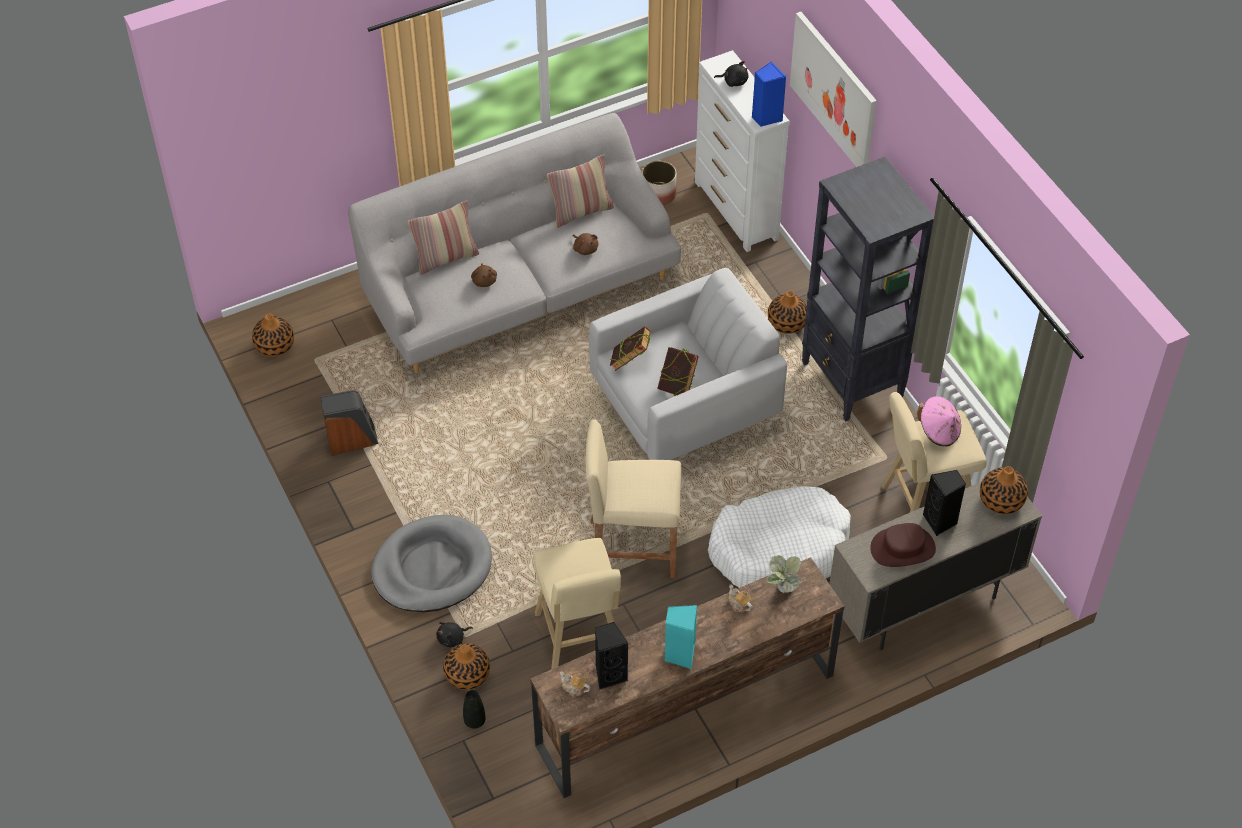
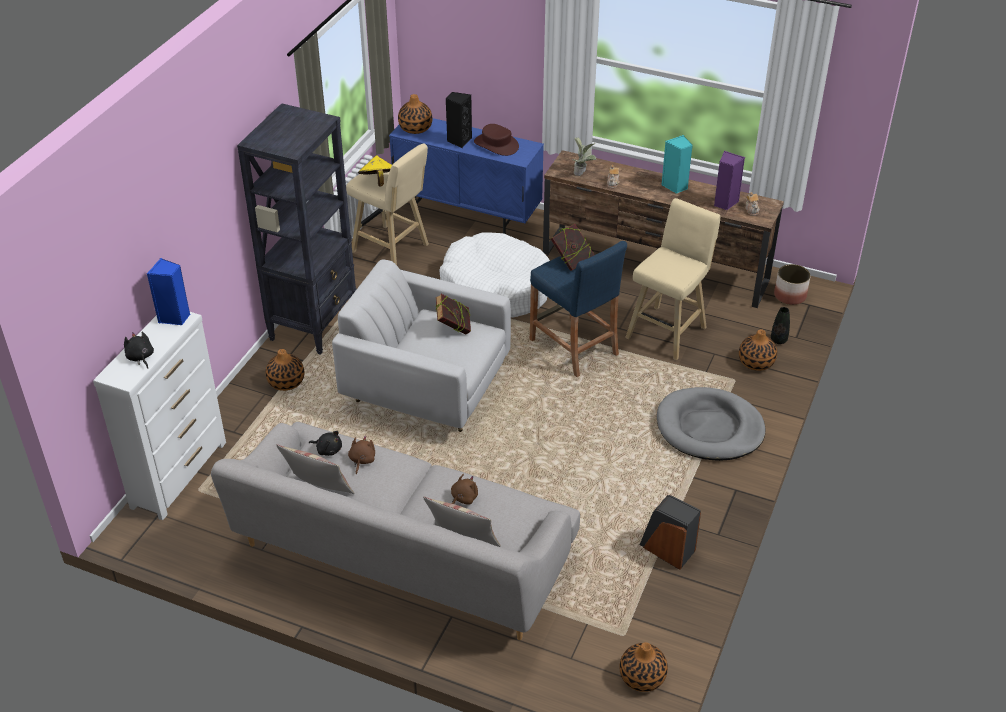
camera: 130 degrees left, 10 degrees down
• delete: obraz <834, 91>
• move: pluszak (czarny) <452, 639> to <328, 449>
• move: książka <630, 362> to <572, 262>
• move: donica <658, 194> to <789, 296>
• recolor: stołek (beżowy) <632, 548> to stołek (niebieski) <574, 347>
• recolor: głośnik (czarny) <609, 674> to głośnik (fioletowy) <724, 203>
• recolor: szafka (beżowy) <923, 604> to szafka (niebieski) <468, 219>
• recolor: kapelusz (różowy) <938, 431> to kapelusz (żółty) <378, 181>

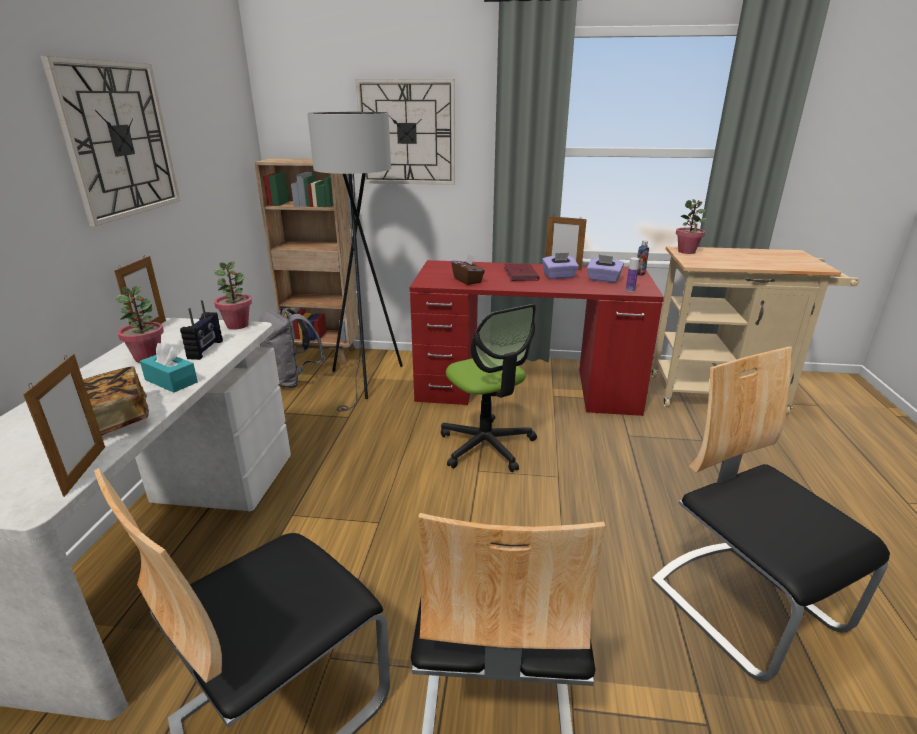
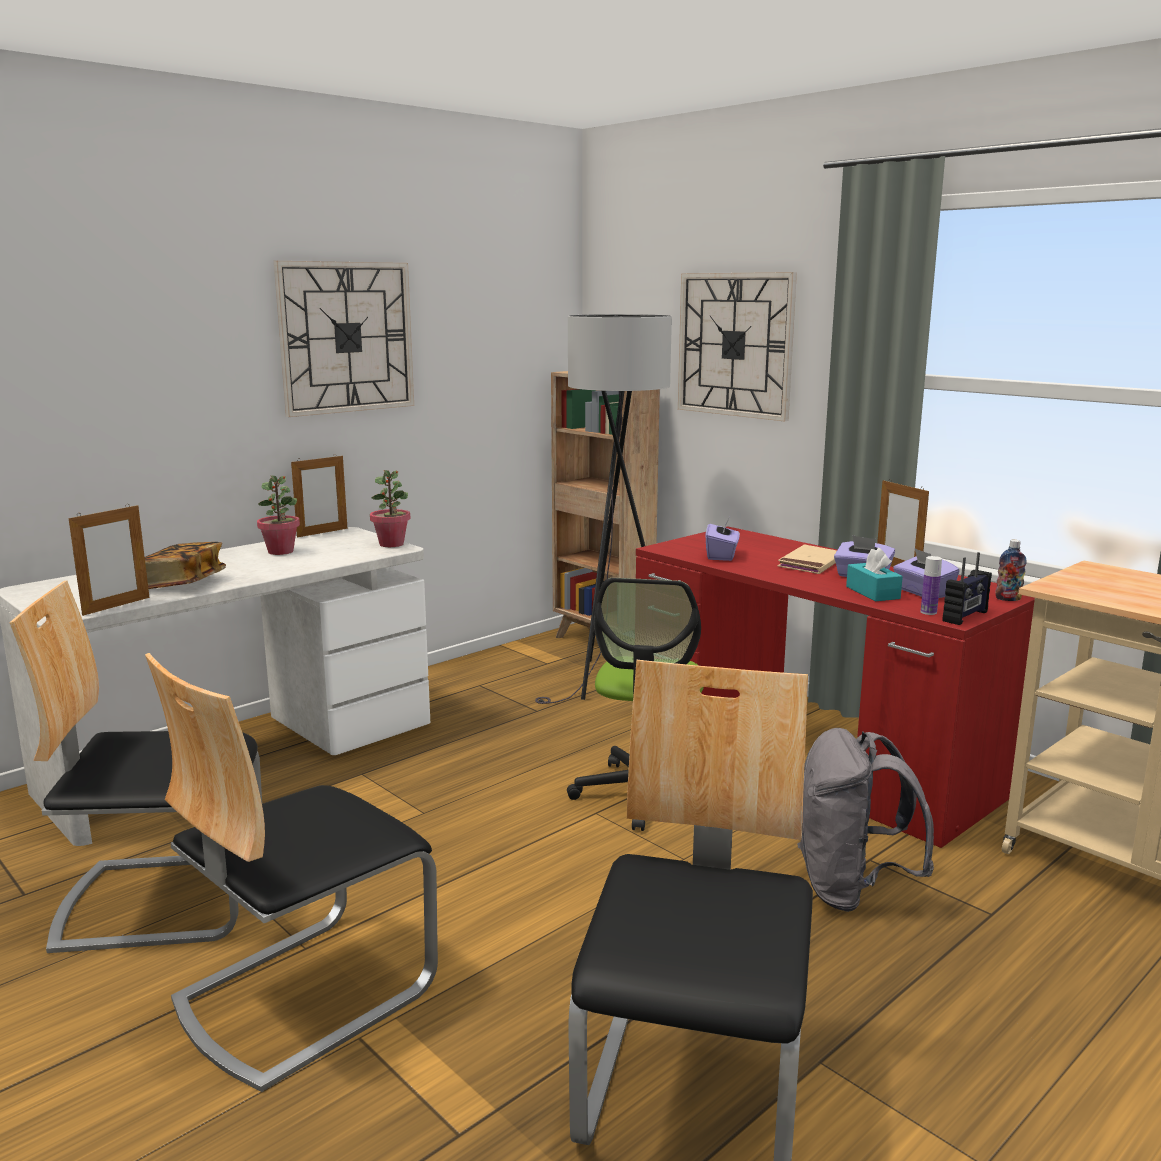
camera: 40 degrees right, 10 degrees down
• delete: roślina doniczkowa <686, 251>
• move: pudełko chusteczek (turkusowy) <171, 381> to <872, 592>
• move: radio <206, 349> to <966, 616>
• move: plecak (szary) <292, 380> to <851, 889>
• recolor: pudełko chusteczek (brązowy) <468, 280> to pudełko chusteczek (fioletowy) <722, 555>
• recolor: książka (czerwony) <520, 274> to książka (beżowy) <811, 563>

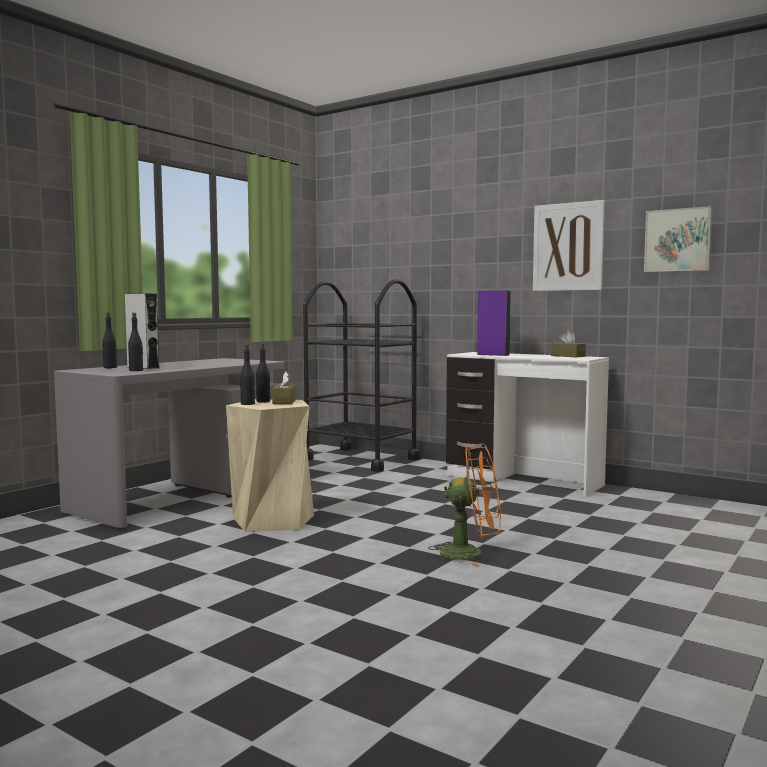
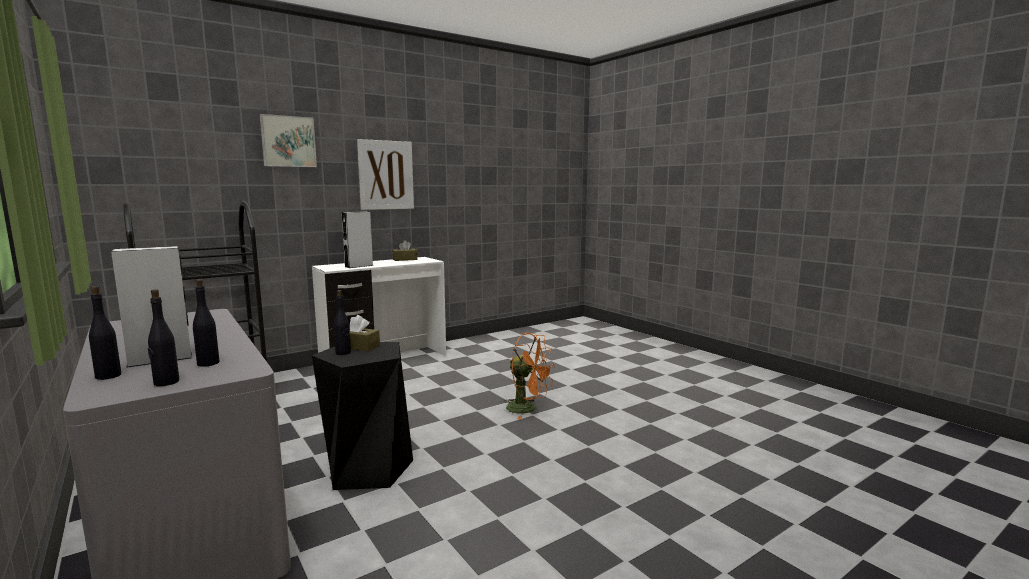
camera: 70 degrees left, 5 degrees up
• move: butelka (czarny) <247, 404> to <166, 382>
• move: obraz <678, 240> to <288, 141>
• recolor: stołek (beżowy) <273, 520> to stołek (czarny) <368, 469>
• recolor: głośnik (fioletowy) <493, 355> to głośnik (szary) <359, 266>
• rotate: wentylator (pomarańczowy) <470, 553> = <528, 409> 90 degrees clockwise

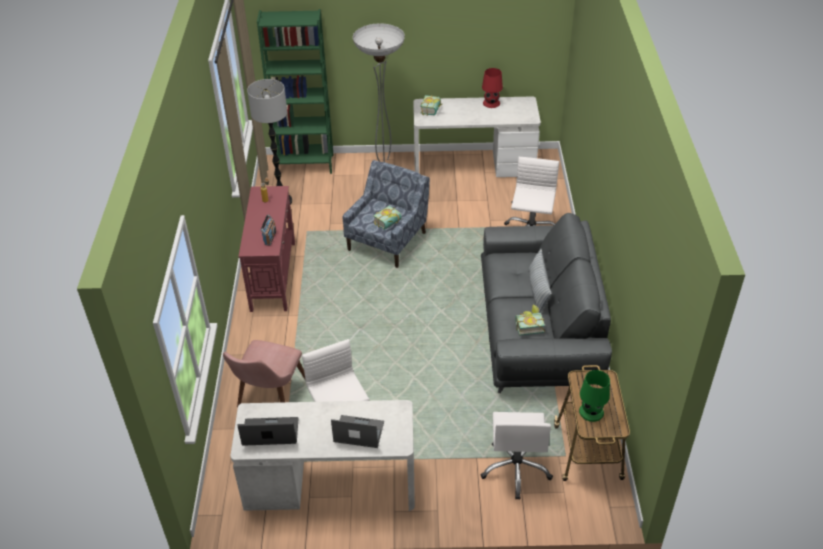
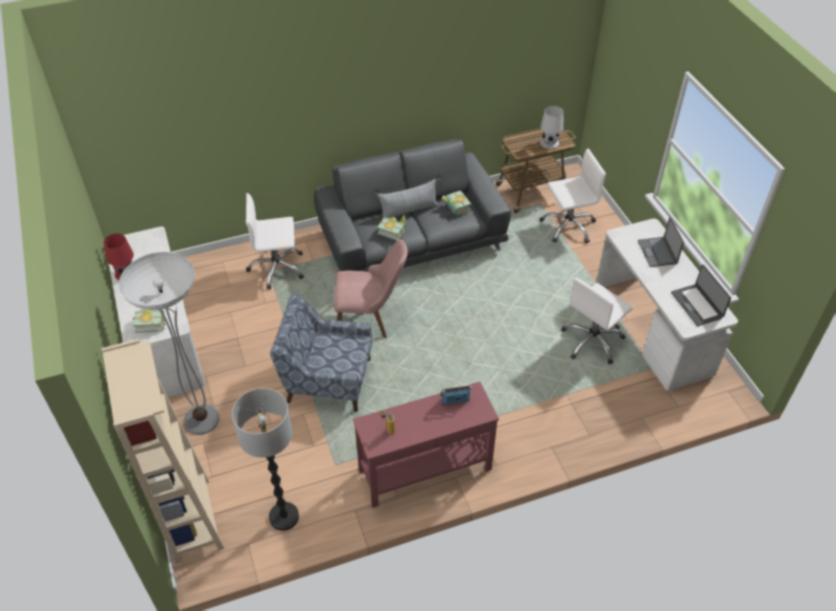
camera: 110 degrees left, 5 degrees up
• move: krzesło (różowy) <268, 400> to <370, 319>
• move: książka <389, 224> to <393, 231>
• recolor: regał (zielony) <305, 164> to regał (beżowy) <192, 520>
• recolor: lampa stołowa (zielony) <591, 411> to lampa stołowa (biały) <549, 143>

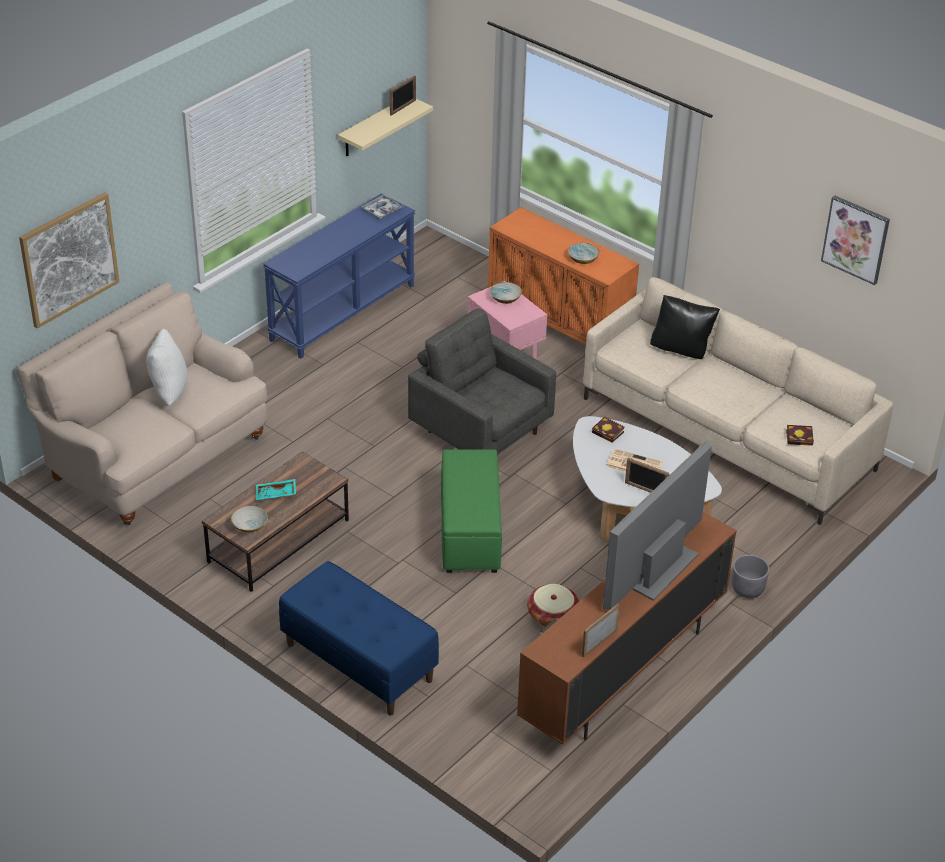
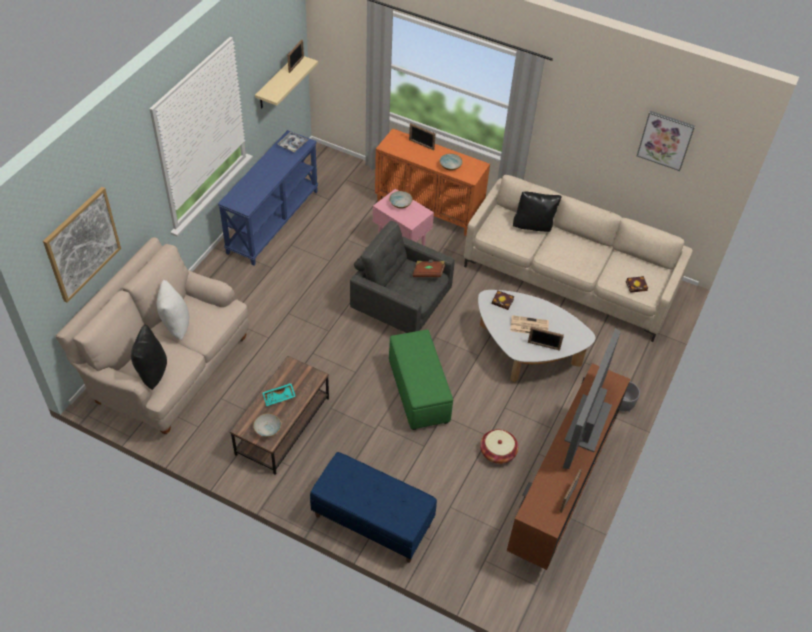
camera: 15 degrees left, 10 degrees up
• insert: poduszka (czarny) <152, 372>
• insert: ramka na zdjęcie <421, 145>
• insert: książka (brązowy) <428, 273>

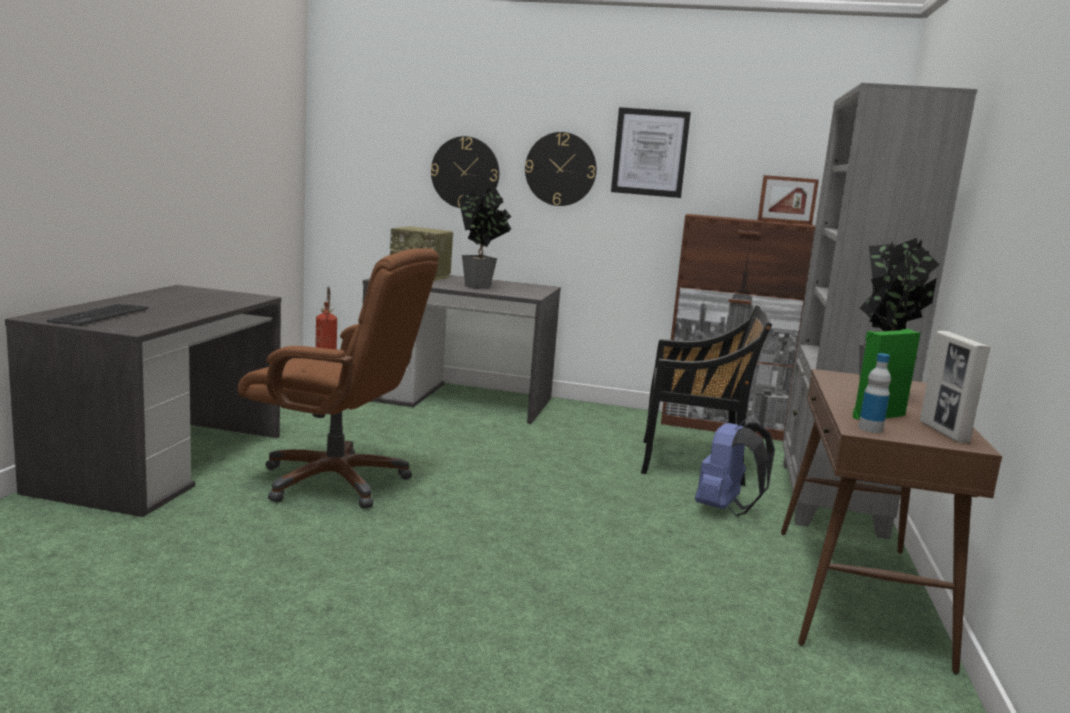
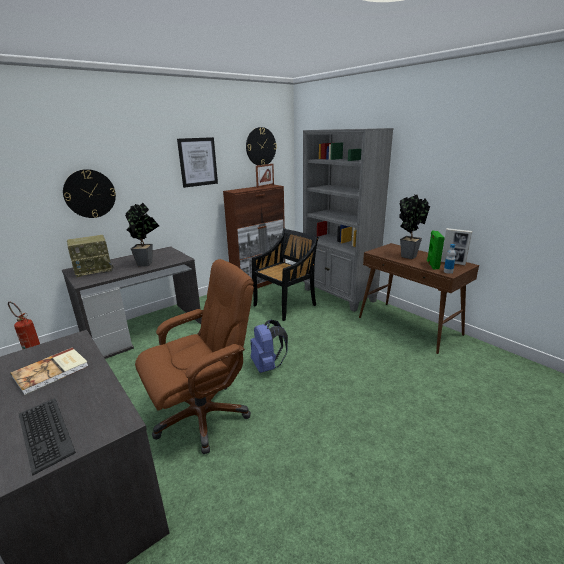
camera: 50 degrees left, 10 degrees up
• insert: książka <52, 371>
• move: zegar ścienny <560, 169> to <261, 146>
• move: plecak (niebieski) <725, 509> to <268, 366>

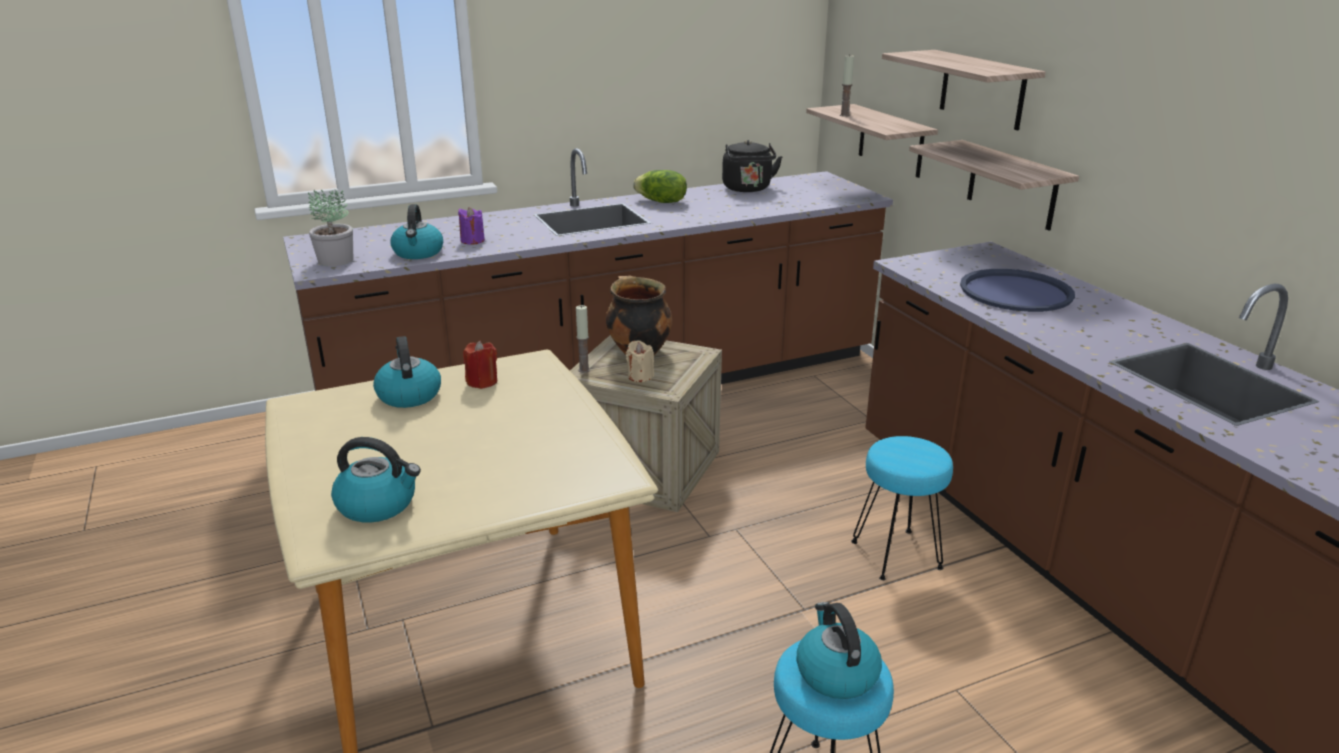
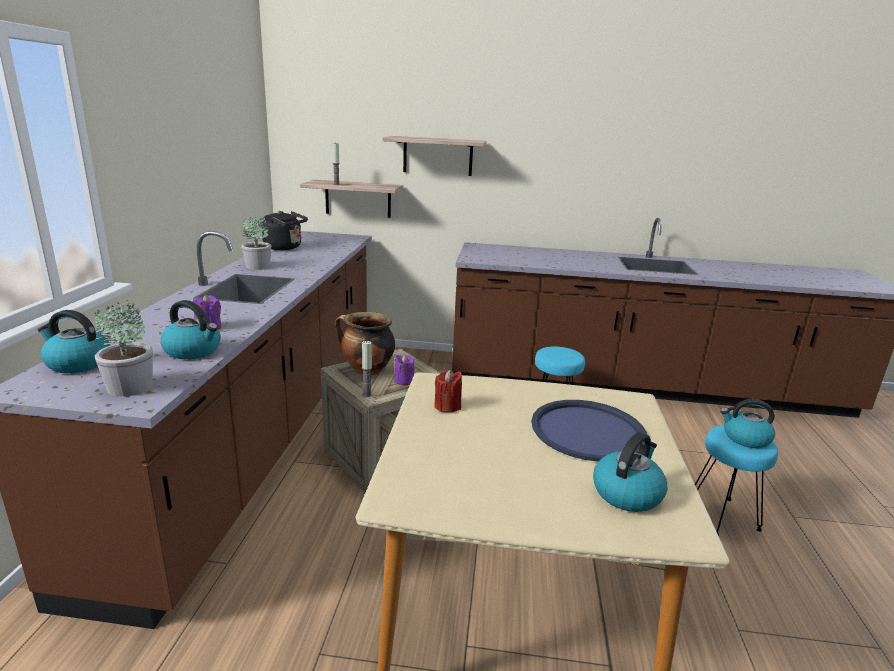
camera: 60 degrees left, 5 degrees down
• delete: półka <1012, 185>
• move: czajnik <408, 395> to <77, 363>
• move: taca (niebieski) <1016, 292> to <588, 431>
• replace: sałata <661, 202> to roślina doniczkowa <258, 266>
• recolor: świeca (beżowy) <640, 376> to świeca (fioletowy) <403, 381>

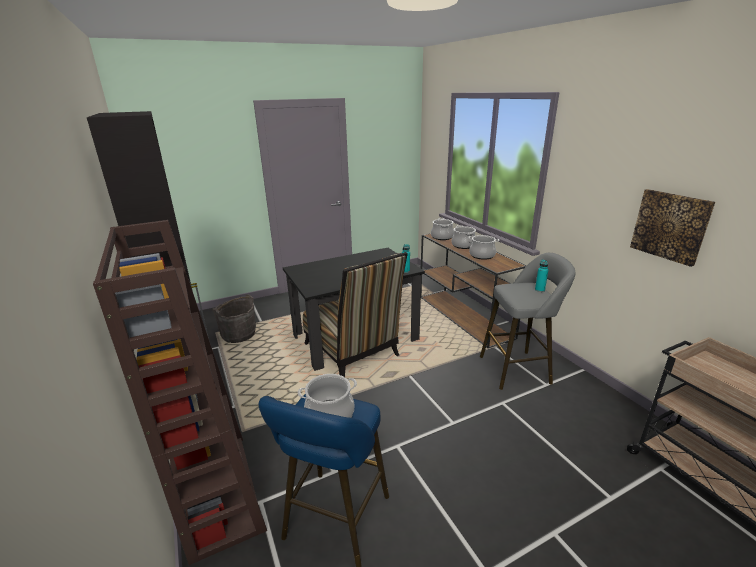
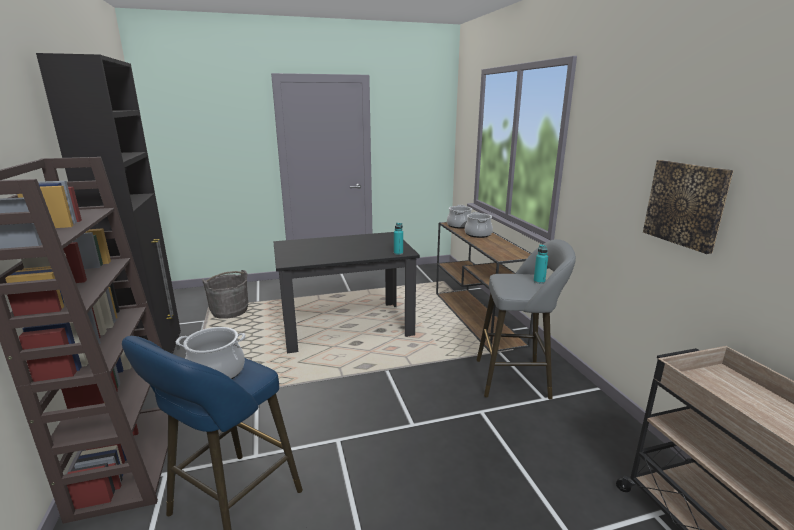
camera: 10 degrees right, 5 degrees down
• delete: krzesło <354, 353>
• delete: garnek <482, 255>

